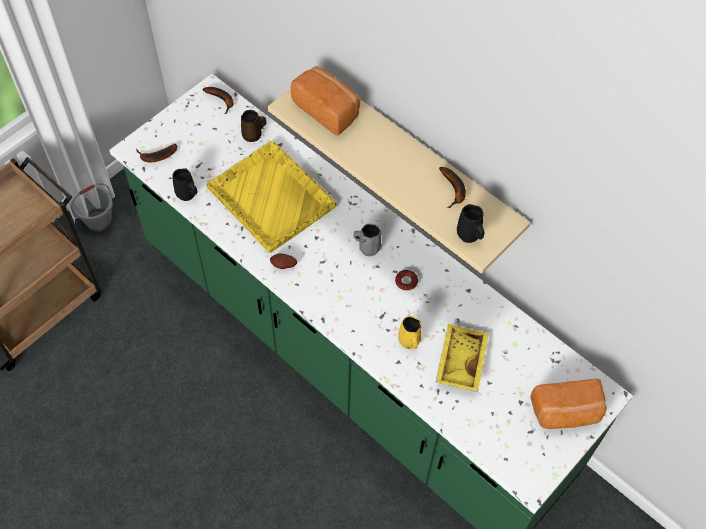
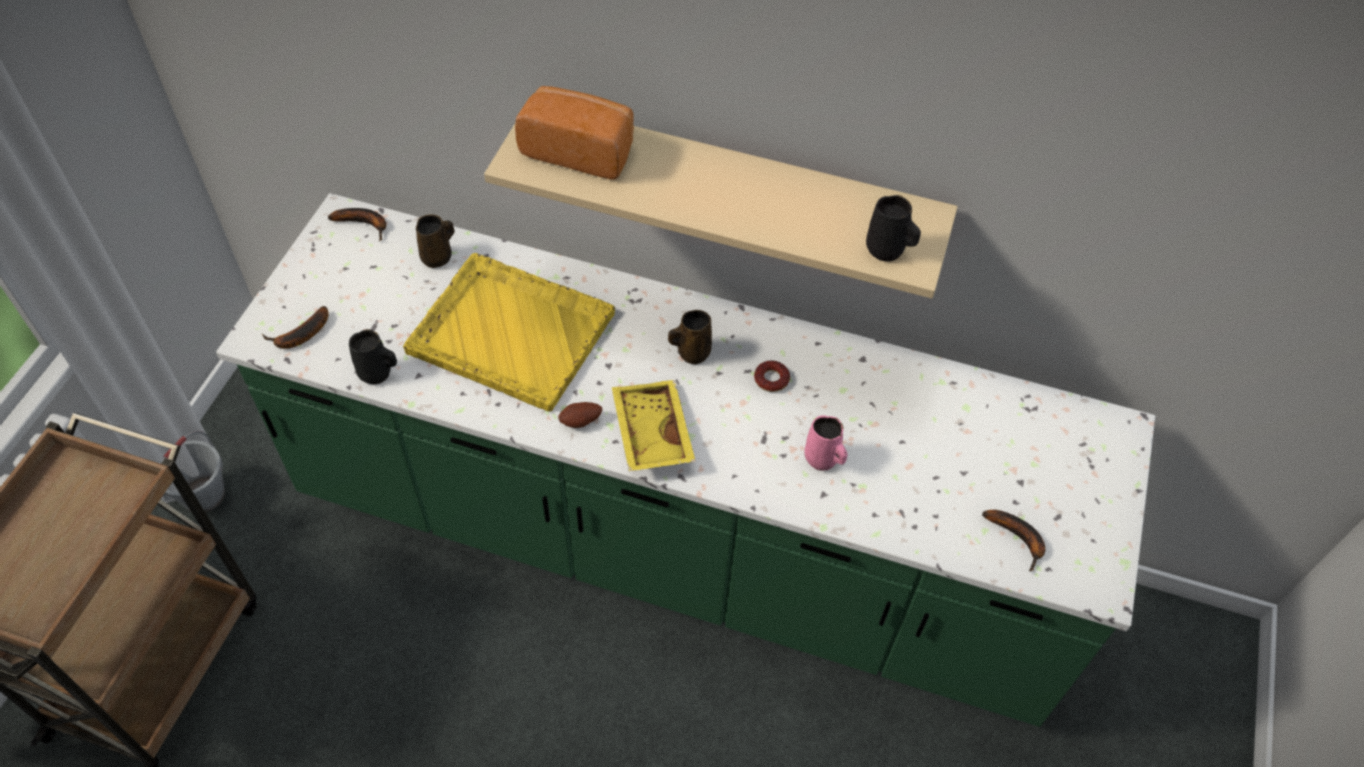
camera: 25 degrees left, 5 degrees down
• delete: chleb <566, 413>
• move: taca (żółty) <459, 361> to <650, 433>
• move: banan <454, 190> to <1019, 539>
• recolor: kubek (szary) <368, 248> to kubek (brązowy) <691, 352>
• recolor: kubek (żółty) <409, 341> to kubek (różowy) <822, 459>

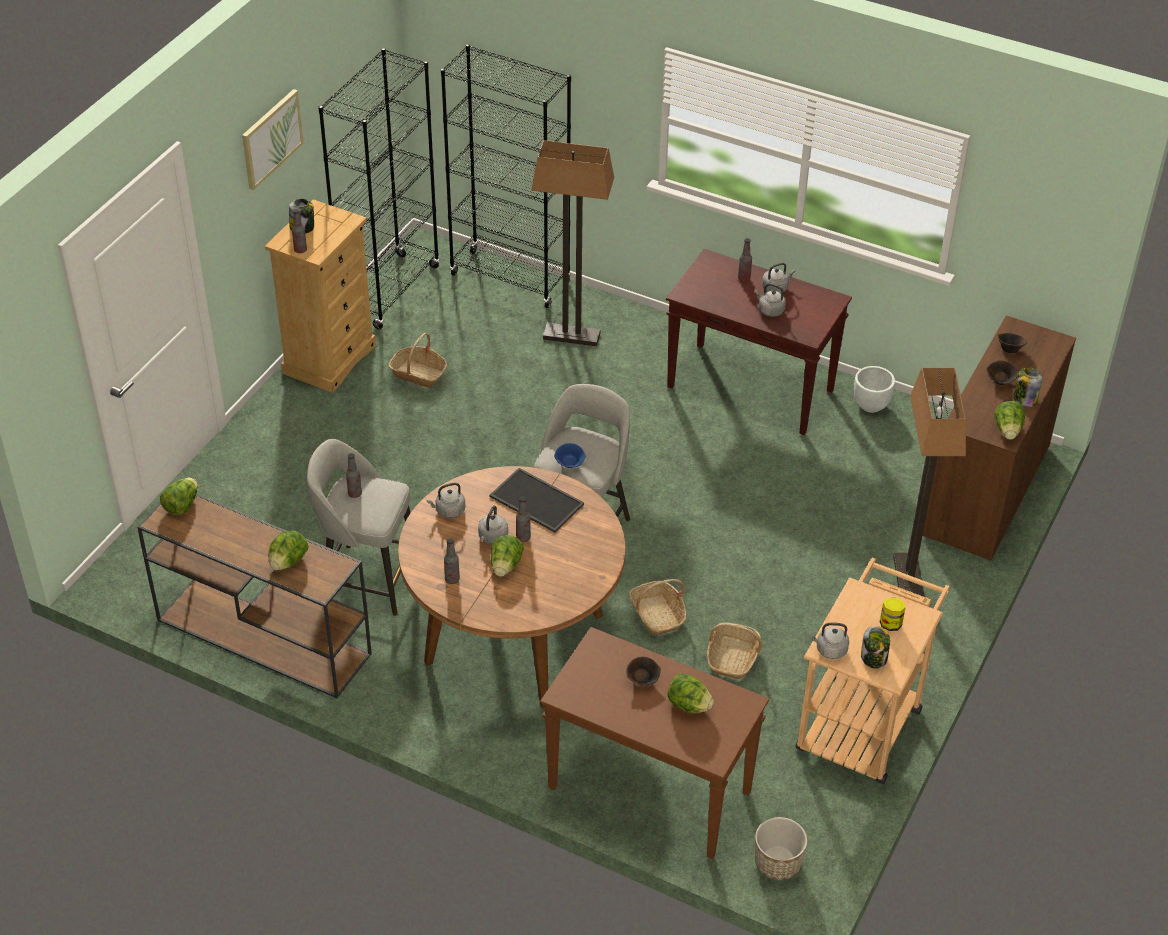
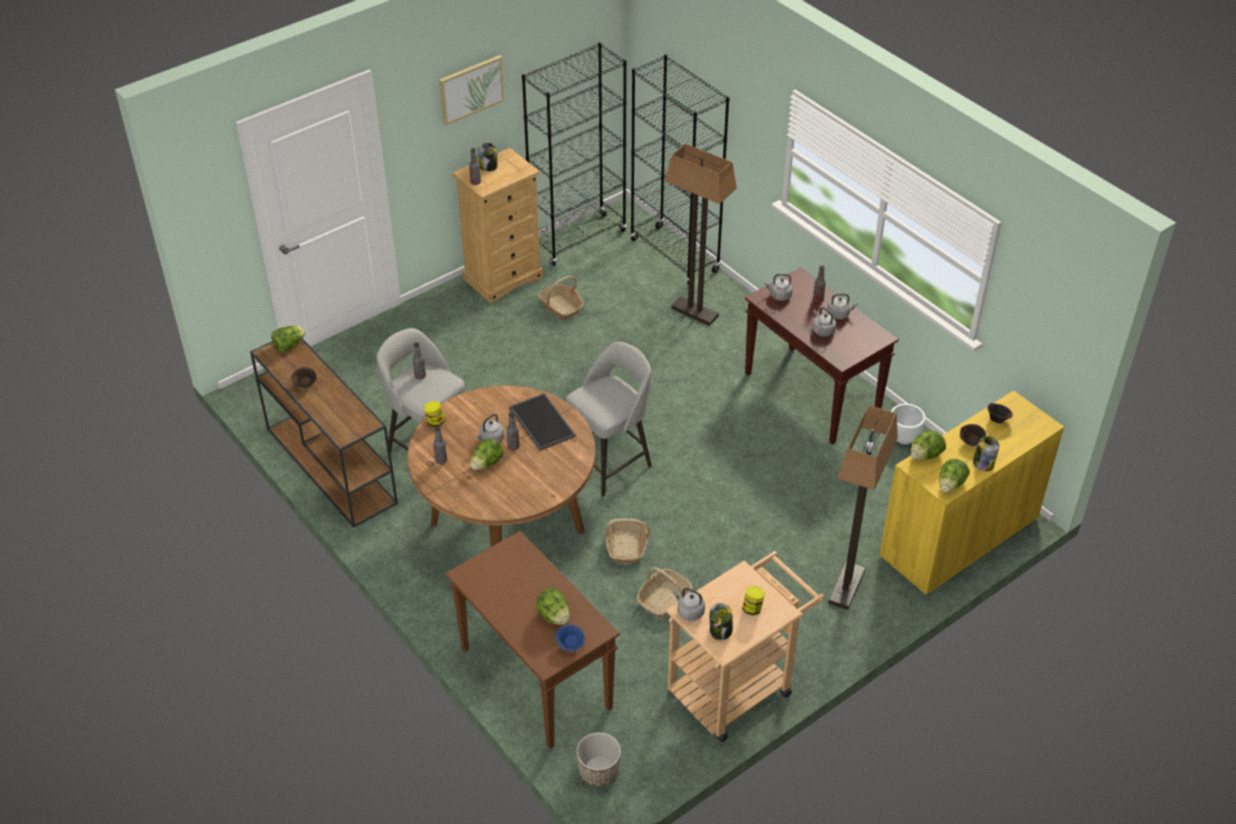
camera: 25 degrees right, 0 degrees up
• insert: słoik <435, 422>
• move: sałata <288, 562> to <925, 456>
• move: czajnik (szary) <448, 511> to <779, 296>
• move: miska (niebieski) <570, 464> to <570, 645>
• move: miska (brązowy) <643, 680> to <306, 385>
• recolor: szafka (brązowy) <986, 491> to szafka (żółty) <958, 537>

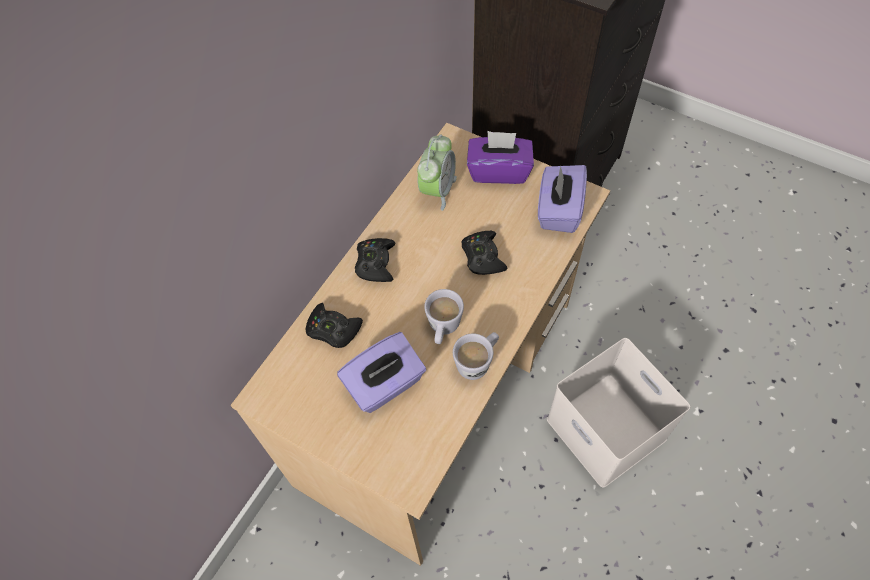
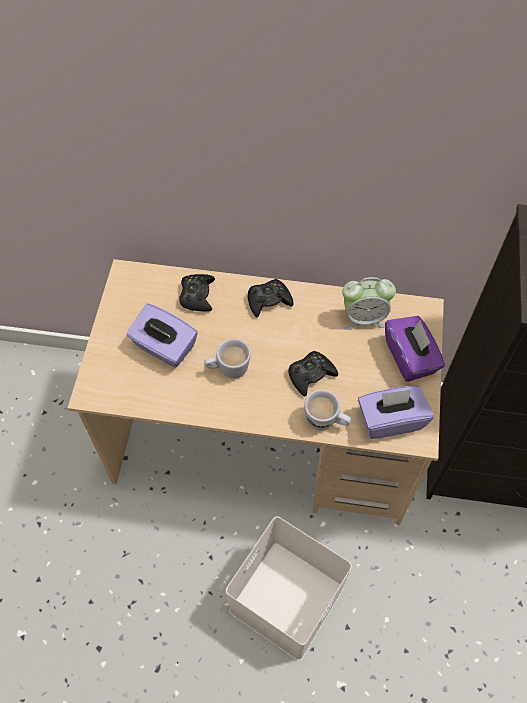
camera: 65 degrees right, 0 degrees up
• move: kubek (biały) <477, 362> to <326, 422>

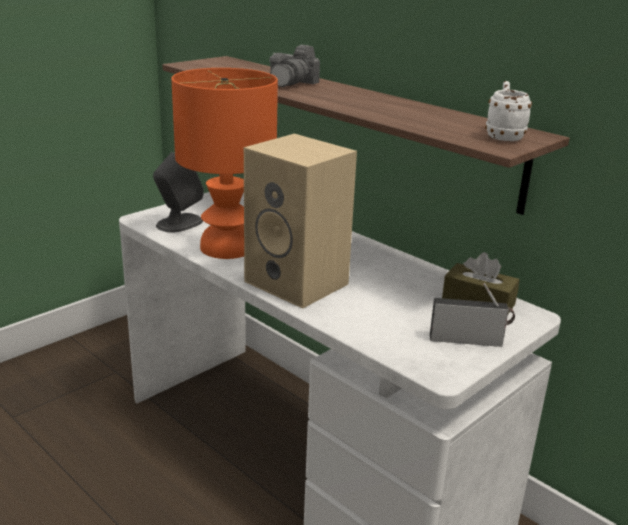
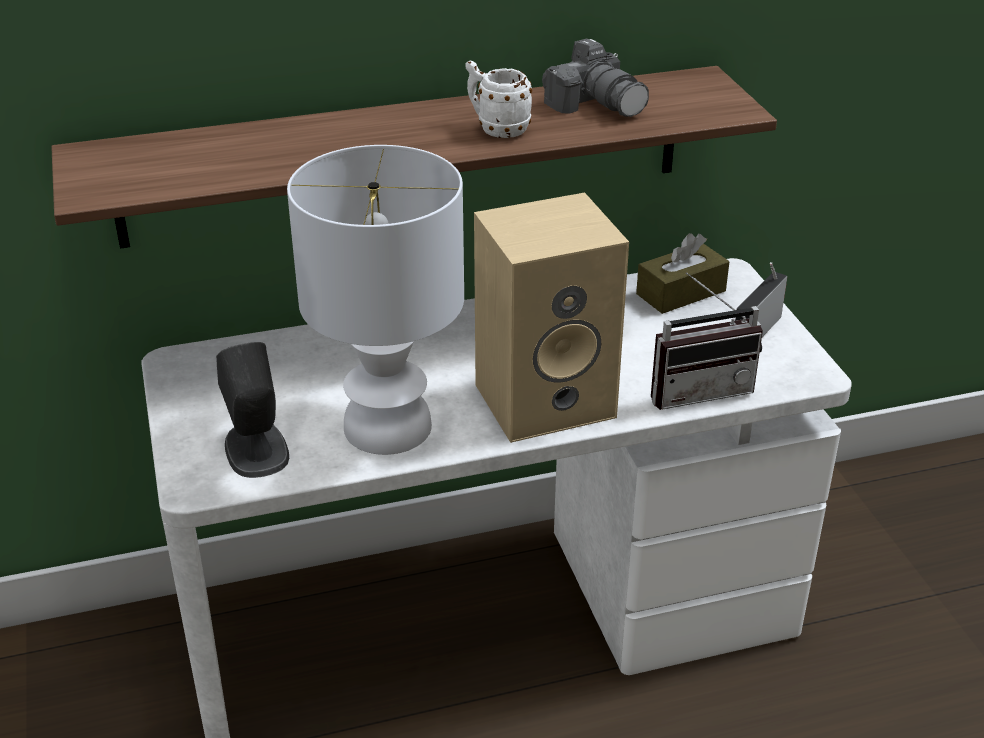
camera: 60 degrees left, 10 degrees up
• insert: radio <698, 389>
• move: aparat fotograficzny <292, 83> to <596, 104>
• move: kubek (biały) <503, 136> to <496, 129>
• recolor: lampa stołowa (pomarańczowy) <228, 248> to lampa stołowa (biały) <390, 426>

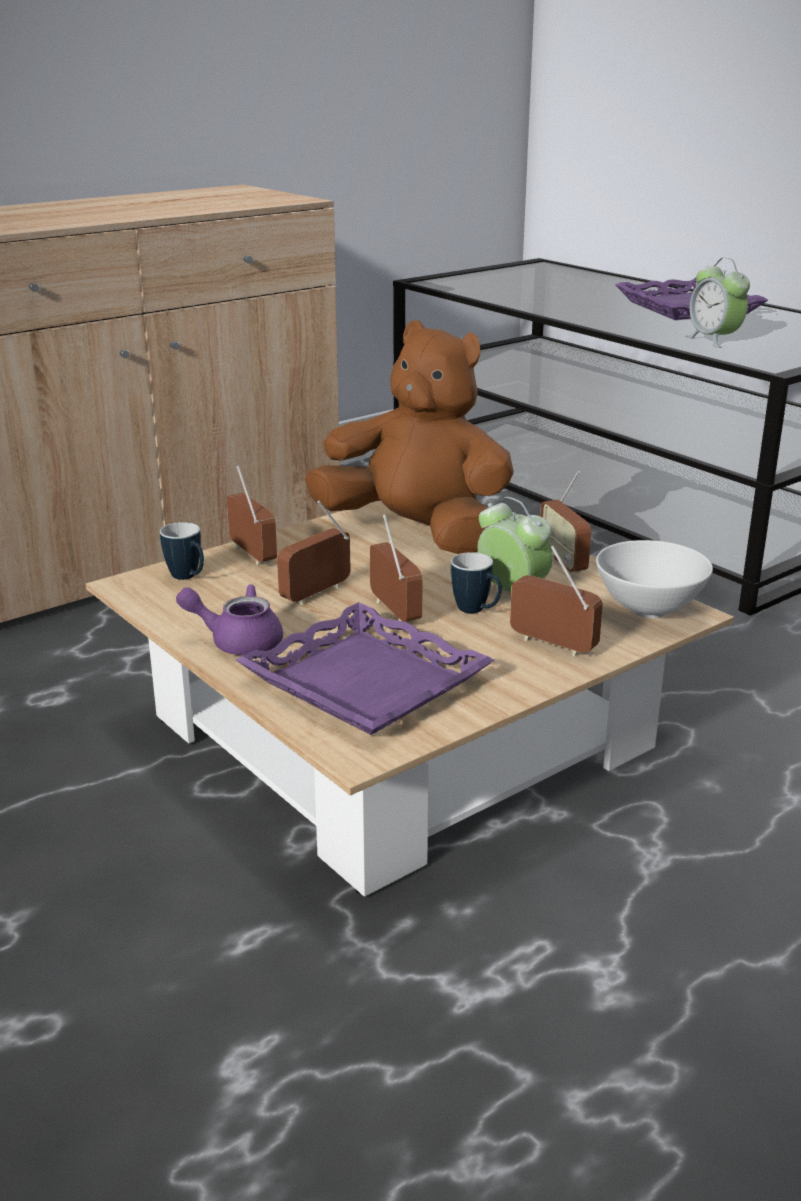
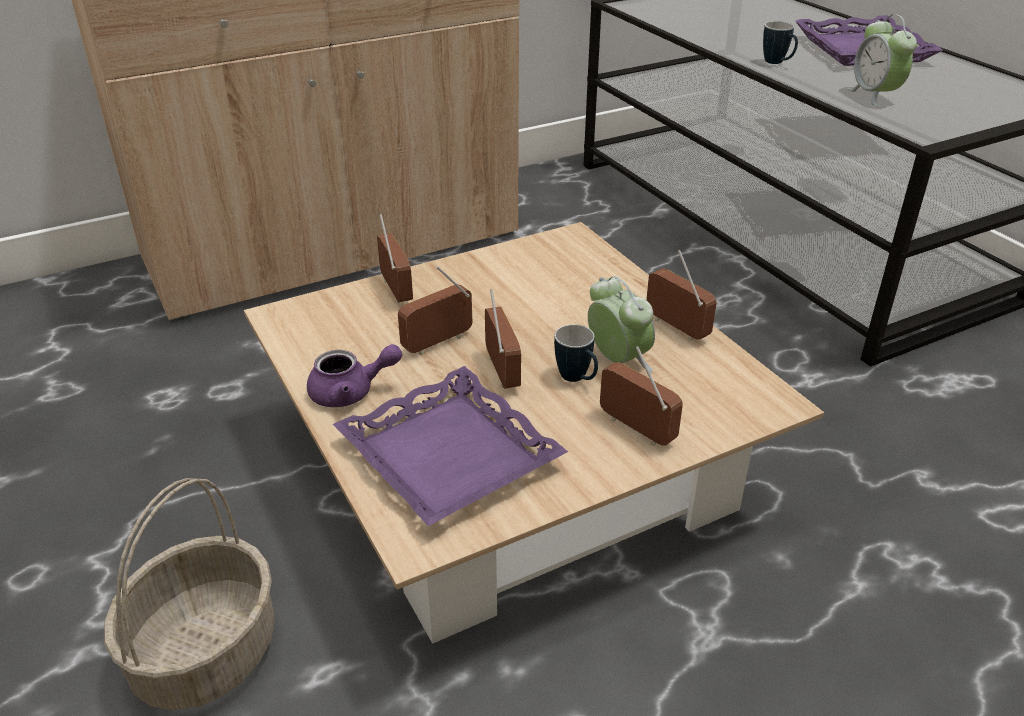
camera: 10 degrees right, 10 degrees up
• delete: pluszak (brązowy) <417, 534>
• delete: miska (biały) <647, 610>
• insert: koszyk <206, 651>
• move: kubek <188, 578> to <777, 63>
• rotate: imbryk (fioletowy) <237, 641> = <351, 392> 150 degrees clockwise
• rotate: radio <563, 563> = <676, 328> 150 degrees clockwise

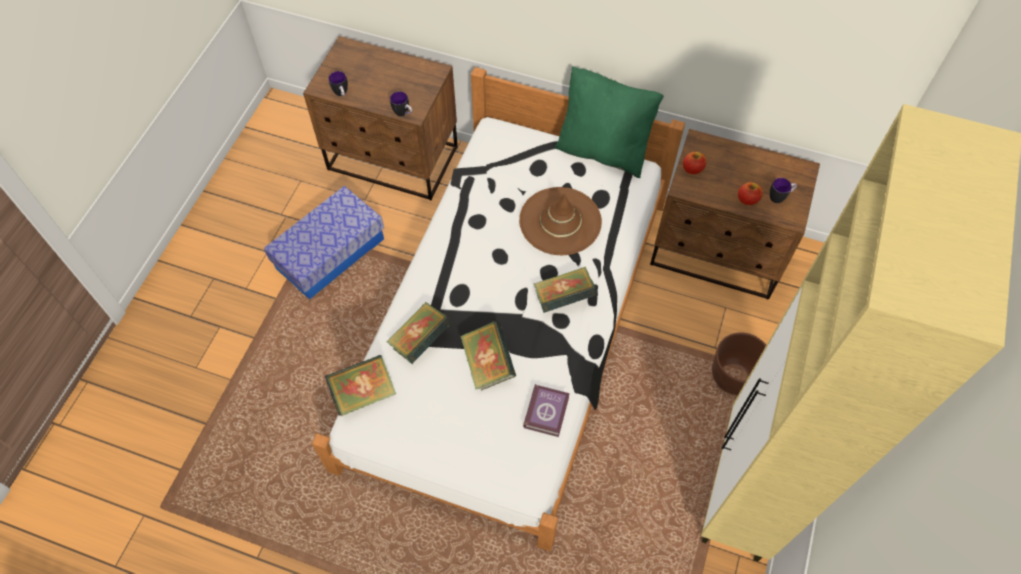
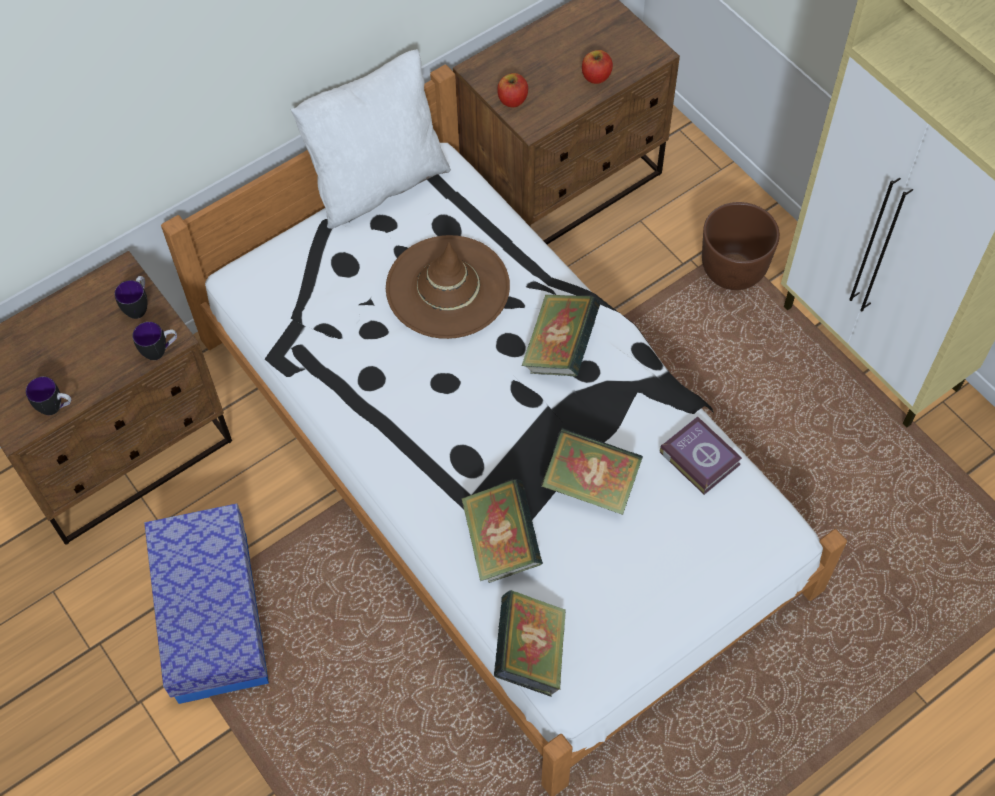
camera: 55 degrees left, 0 degrees up
• move: kubek <779, 197> to <139, 306>
• recolor: poduszka (zielony) <603, 150> to poduszka (biały) <377, 182>

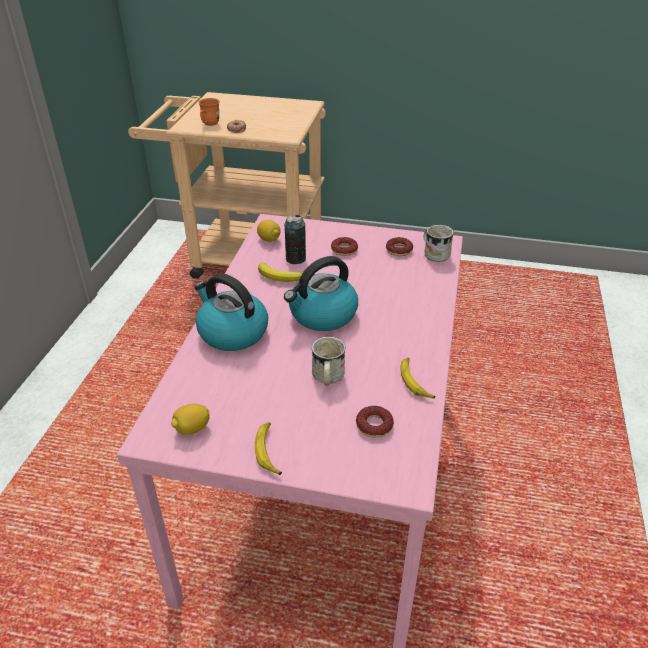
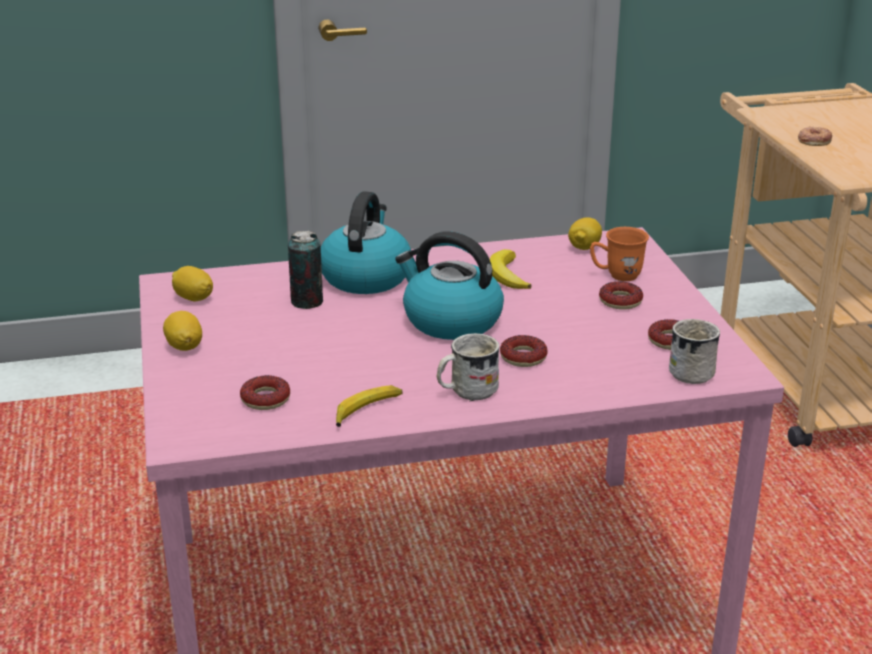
camera: 65 degrees right, 10 degrees down
• insert: donut <523, 357>
• move: kubek (pomarańczowy) <209, 124> to <616, 275>
• move: puszka <295, 259> to <307, 302>
• move: kubek (biały) <327, 378> to <466, 391>
• replace: banan <269, 451> to cytryna <184, 346>

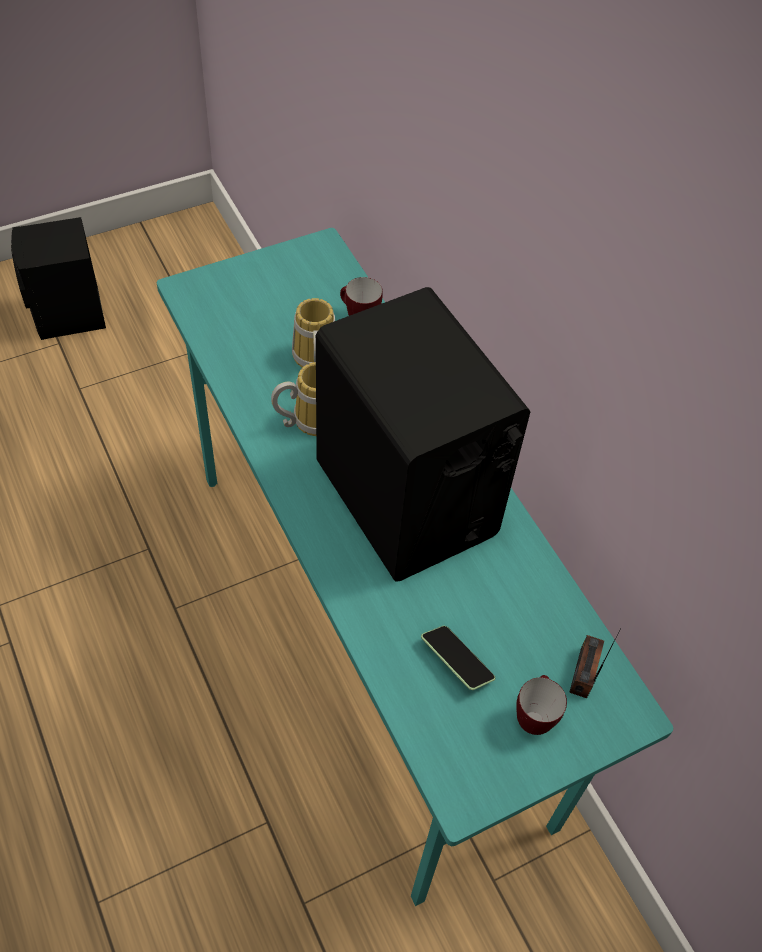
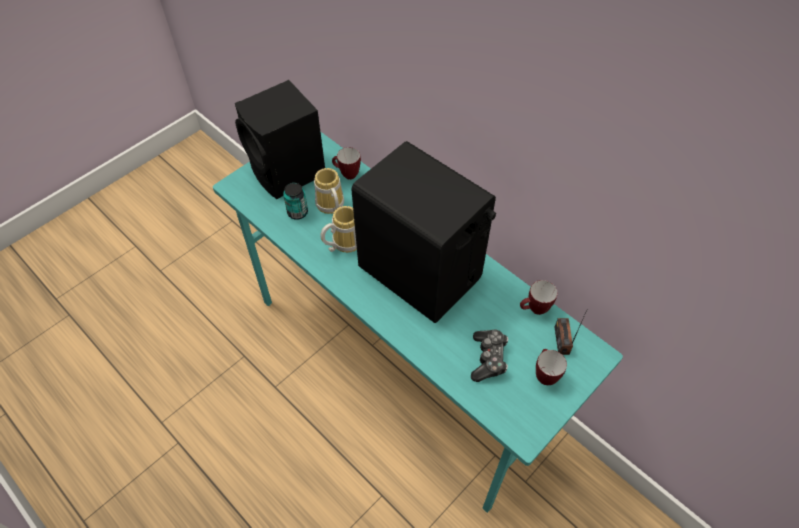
camera: 15 degrees left, 0 degrees up
• insert: puszka <297, 212>
• insert: kubek <534, 310>
• move: głośnik (czarny) <69, 316> to <288, 173>
• replace: telefon <456, 662> to pad do gier <488, 358>

